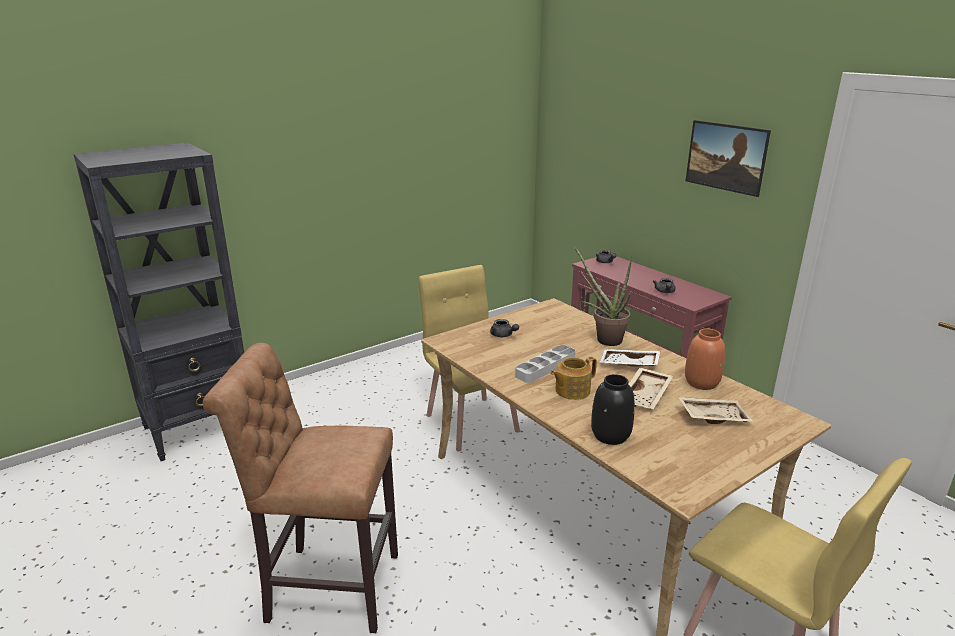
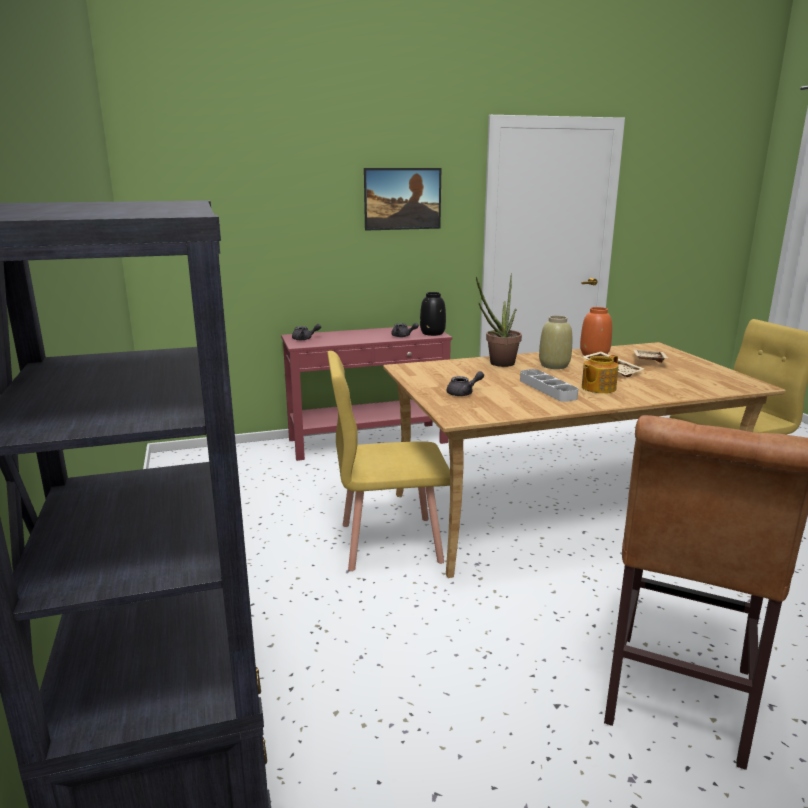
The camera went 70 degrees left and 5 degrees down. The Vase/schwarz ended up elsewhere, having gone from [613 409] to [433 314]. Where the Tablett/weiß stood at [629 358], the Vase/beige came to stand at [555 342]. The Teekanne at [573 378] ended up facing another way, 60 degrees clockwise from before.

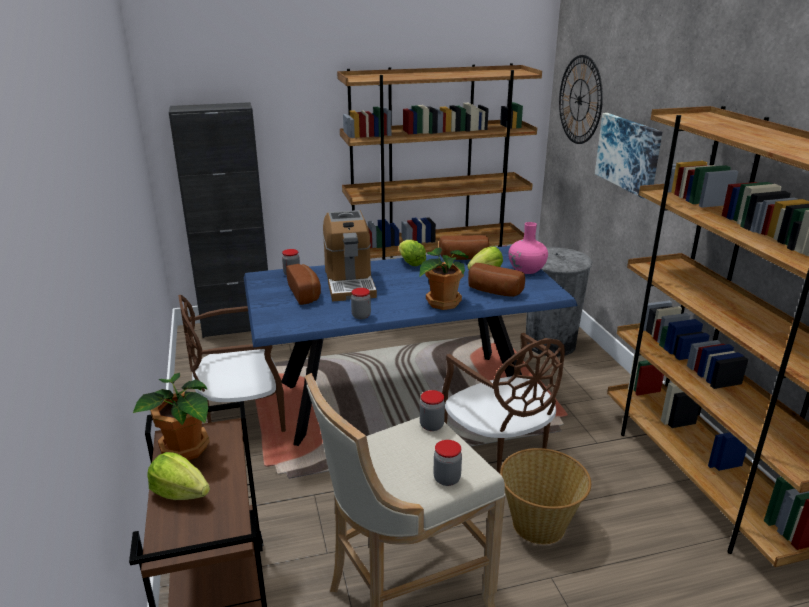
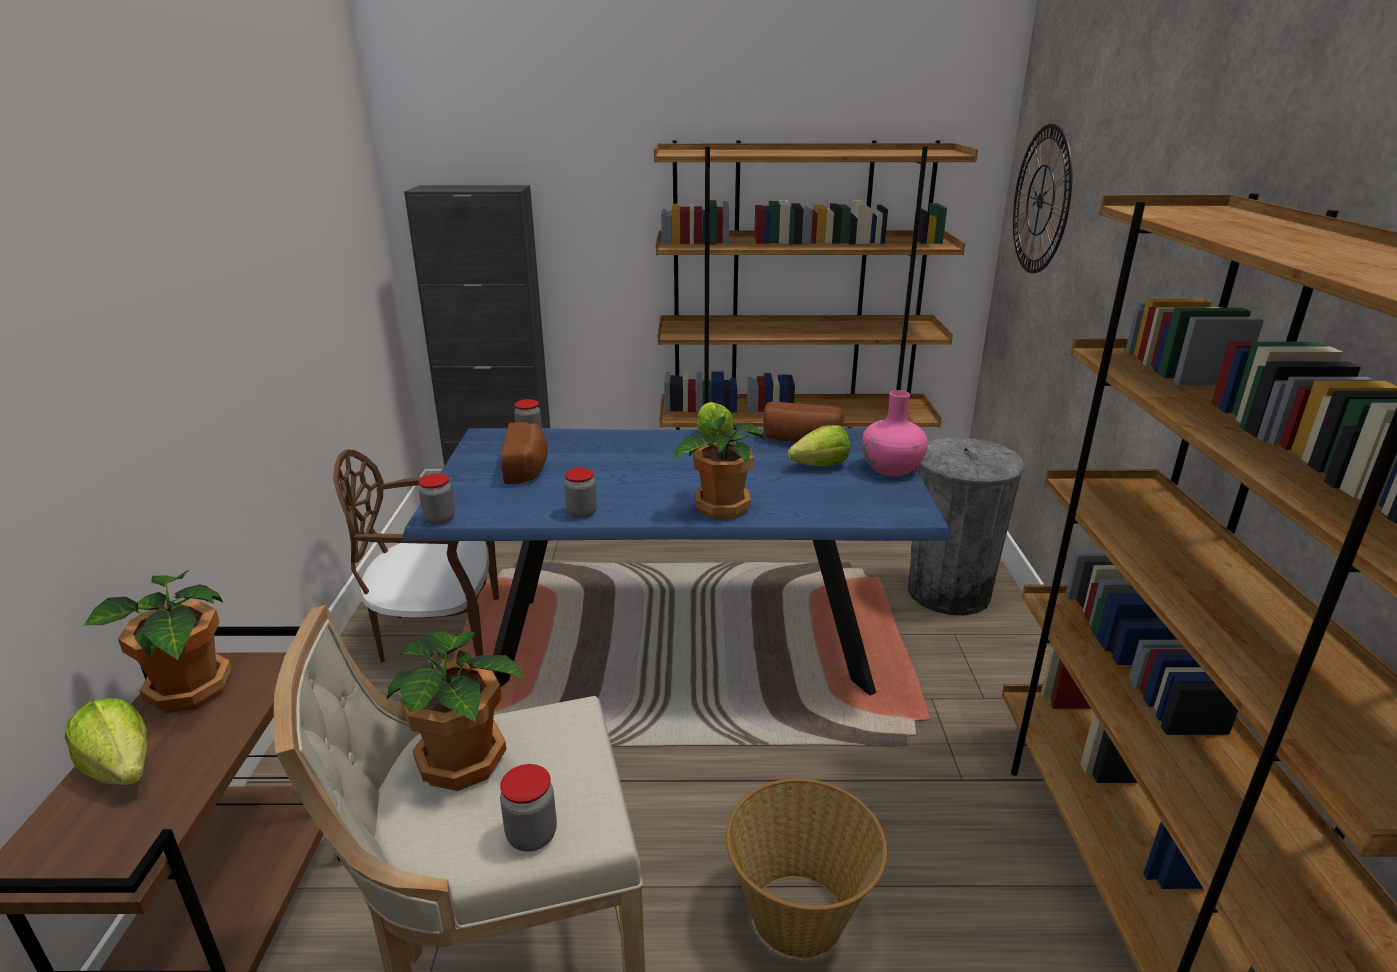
The camera went 15 degrees right and 0 degrees up. The second view lost the Kaffeemaschine at [350 255]. The second view lost the Stuhl/braun at [503 403]. The second view lost the Brot at [496 280]. The second view lost the Bild at [628 156]. The second view gained the Topfpflanze at [454 711]. The Vorratsglas ended up elsewhere, having gone from [432 410] to [437 499].

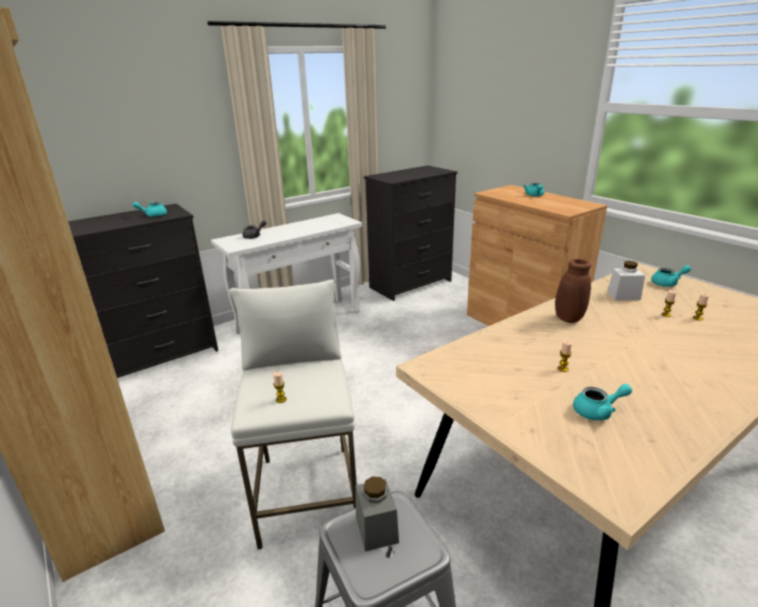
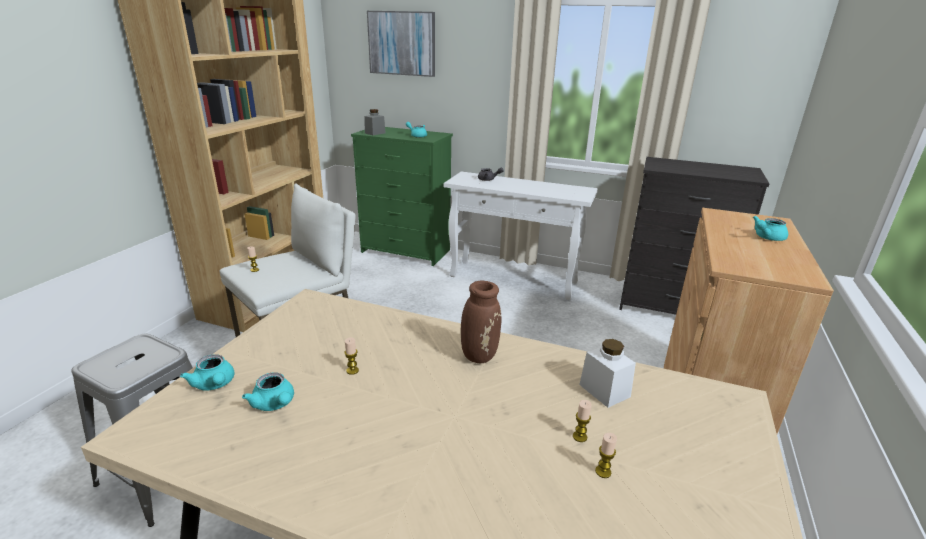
The camera went 55 degrees right and 0 degrees up. The second view gained the Bild at [401 44]. The Vorratsglas/grau ended up elsewhere, having gone from [377 514] to [375 122]. The Teekanne/türkis ended up elsewhere, having gone from [671 276] to [207 372]. What was the Kommode/schwarz at [143 291] turned into the Kommode/grün at [402 196].

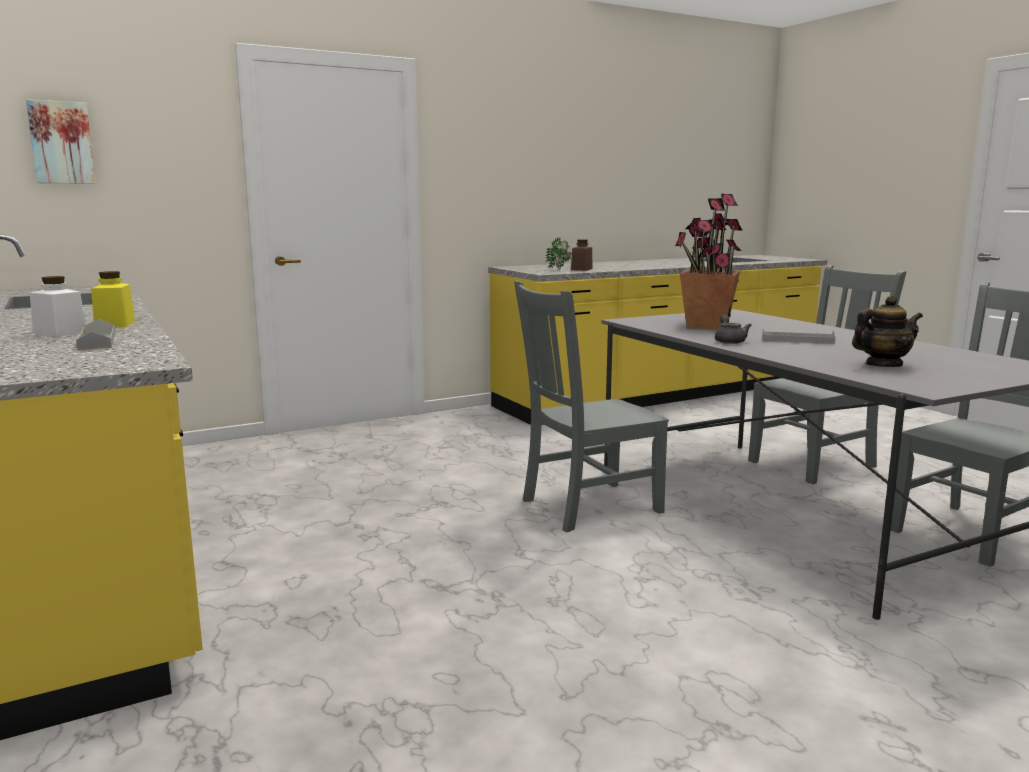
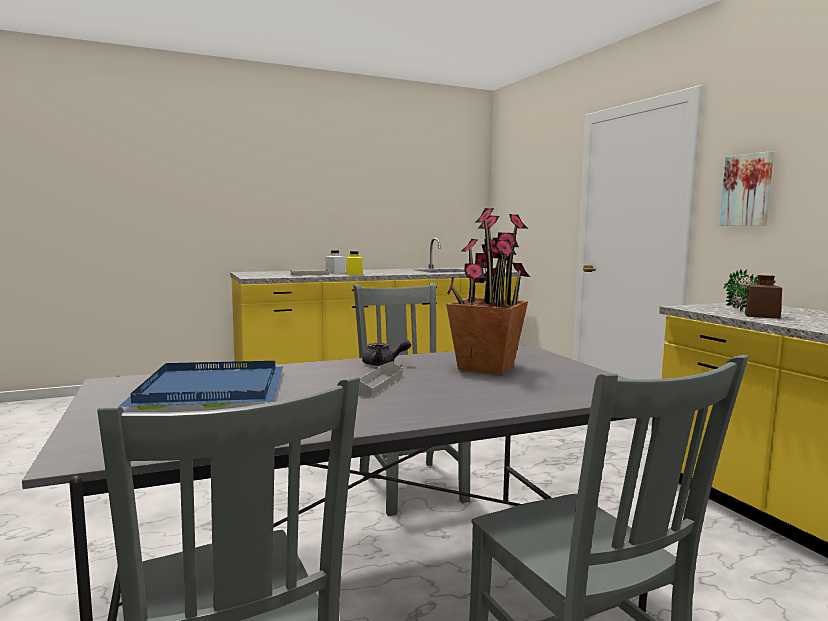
The camera went 95 degrees right and 5 degrees down. The Bild ended up elsewhere, having gone from [61 141] to [747 188]. Where the Teekanne stood at [887 331], the Tablett/blau came to stand at [201 385].

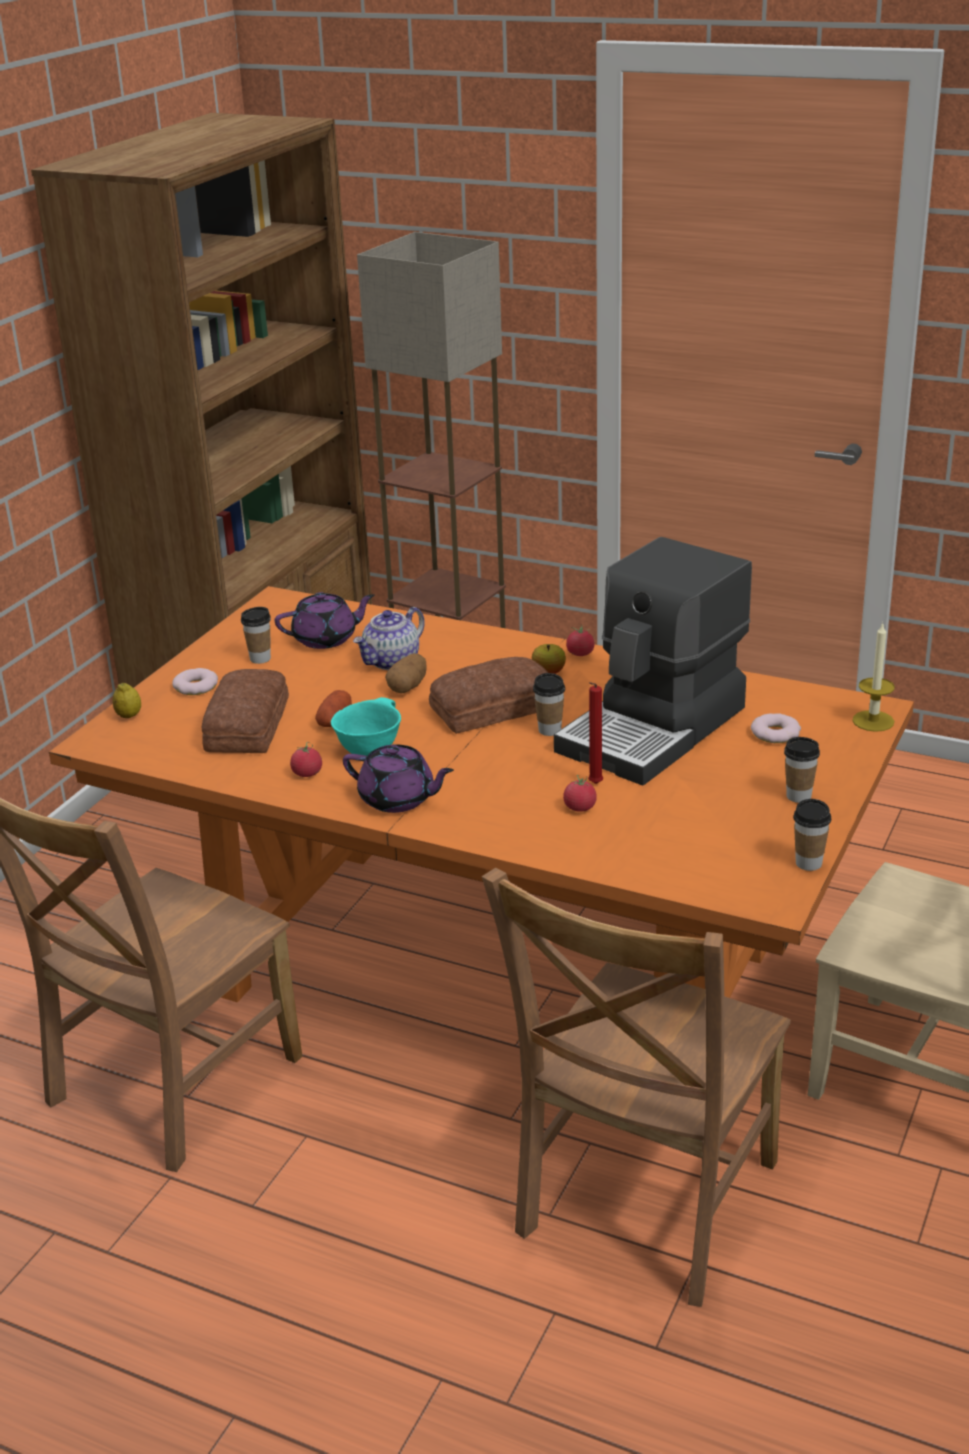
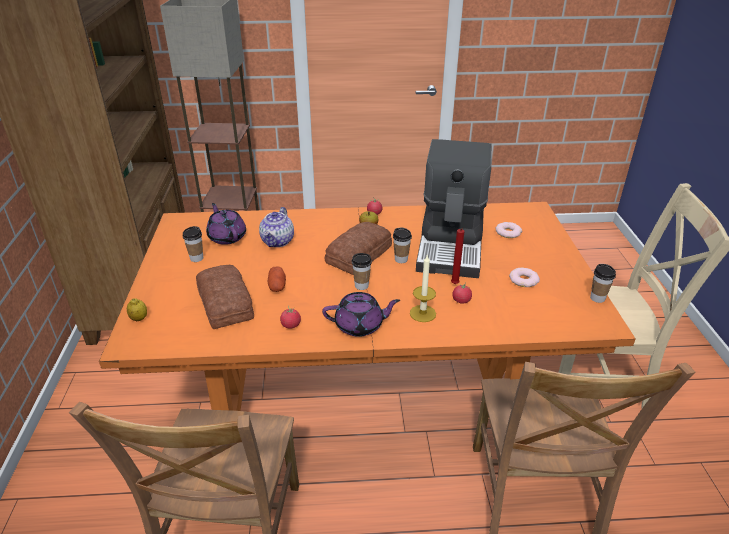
The camera went 30 degrees left and 5 degrees up. The second view lost the Schüssel/türkis at [366 726]. The second view lost the Kartoffel at [406 673]. The Donut ended up elsewhere, having gone from [195 681] to [524 277]. The Tasse ended up elsewhere, having gone from [802 770] to [362 271]. The Kerze ended up elsewhere, having gone from [873 677] to [423 288]. The Teekanne/lila at [325 620] ended up facing another way, 75 degrees counterclockwise from before.

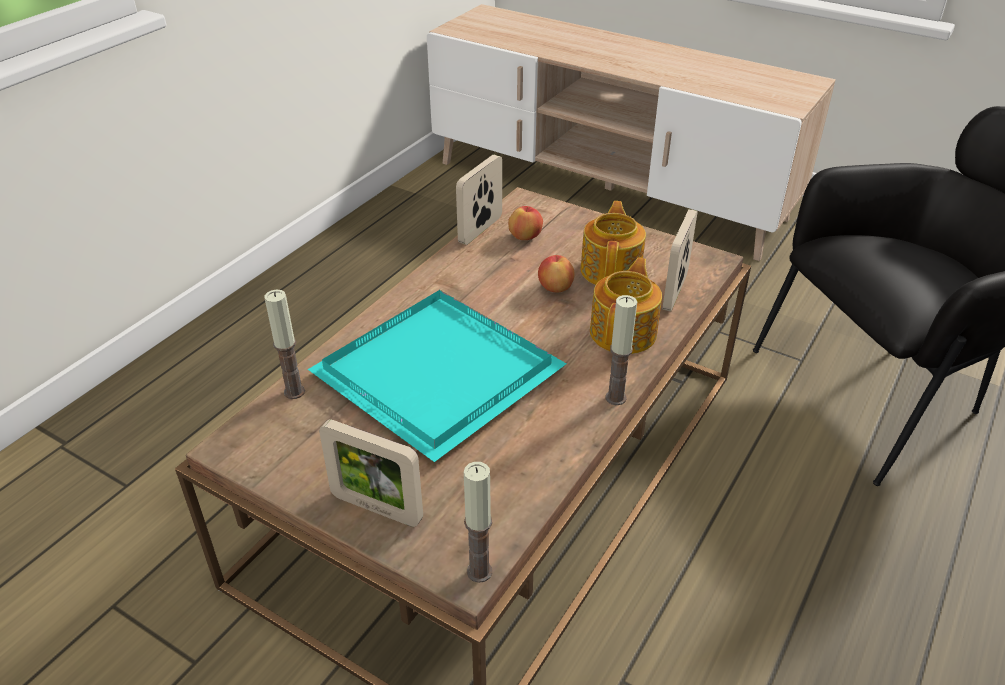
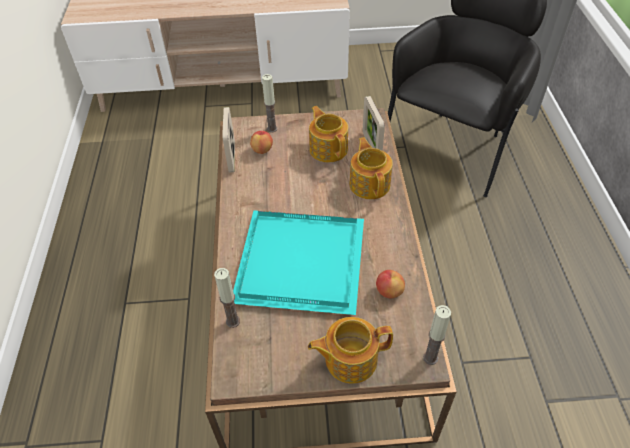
The camera went 35 degrees left and 10 degrees up. The Apfel ended up elsewhere, having gone from [556 274] to [390 284]. The Kerze ended up elsewhere, having gone from [621 350] to [270 103]. Where the Bilderrahmen stood at [371 473], the Teekanne came to stand at [350 350].

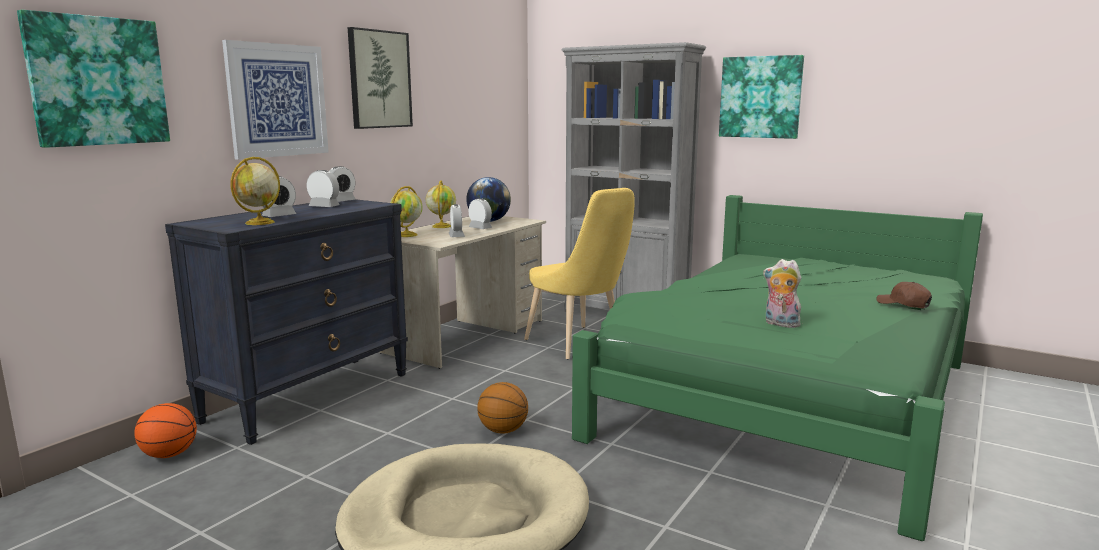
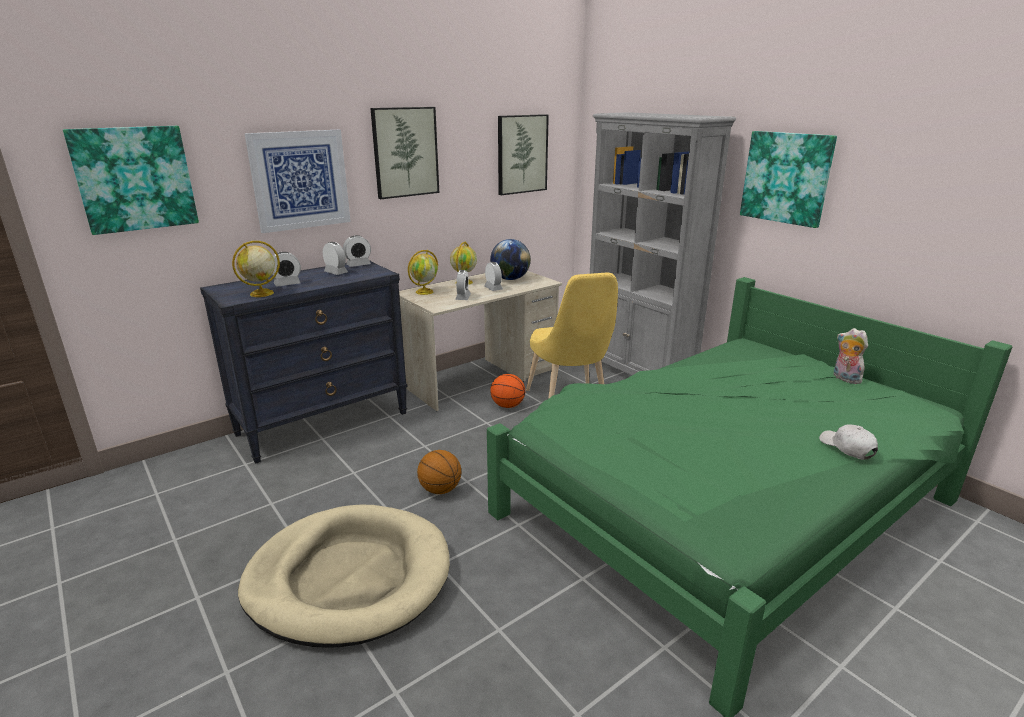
The camera went 20 degrees right and 10 degrees up. The second view gained the Bild at [523 154]. The Basketball ended up elsewhere, having gone from [165 430] to [508 391]. The Plüschtier ended up elsewhere, having gone from [782 293] to [851 356]. What was the Kappe/braun at [904 295] turned into the Kappe/weiß at [848 442].

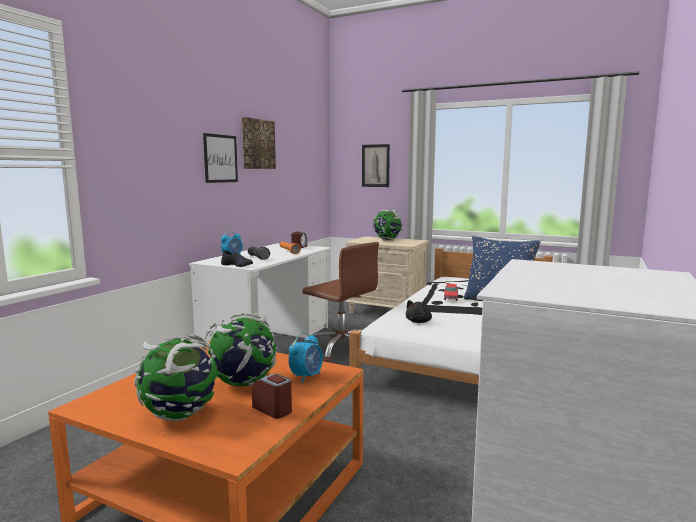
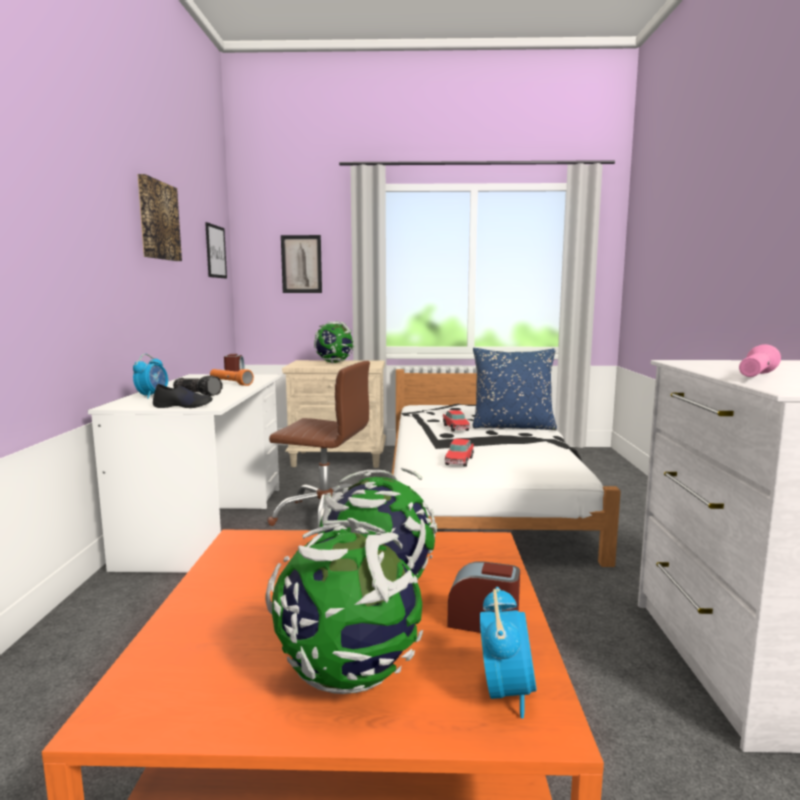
The camera went 25 degrees left and 0 degrees up. The second view gained the Taschenlampe/rosa at [760 360]. The Bild ended up elsewhere, having gone from [220 158] to [216 250]. The Wecker ended up elsewhere, having gone from [306 357] to [508 652]. Where the Plüschtier/schwarz stood at [418 311], the Spielzeugauto came to stand at [459 453].

